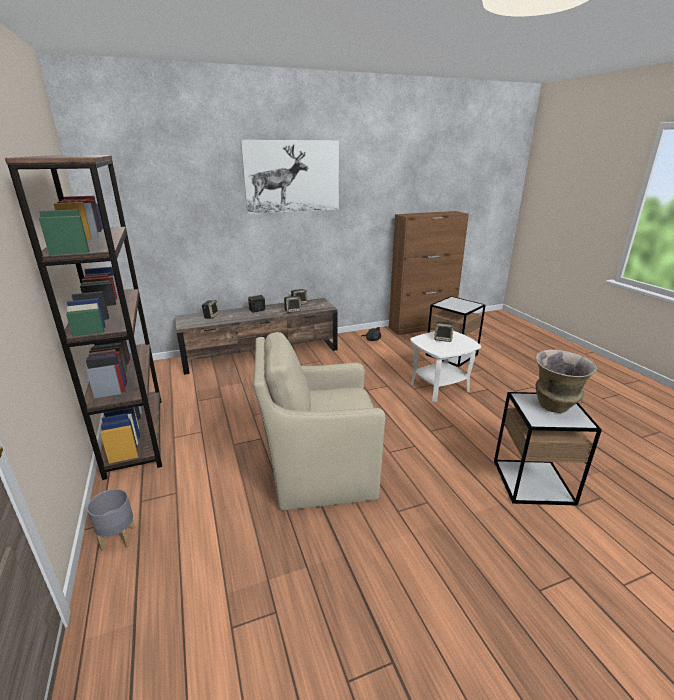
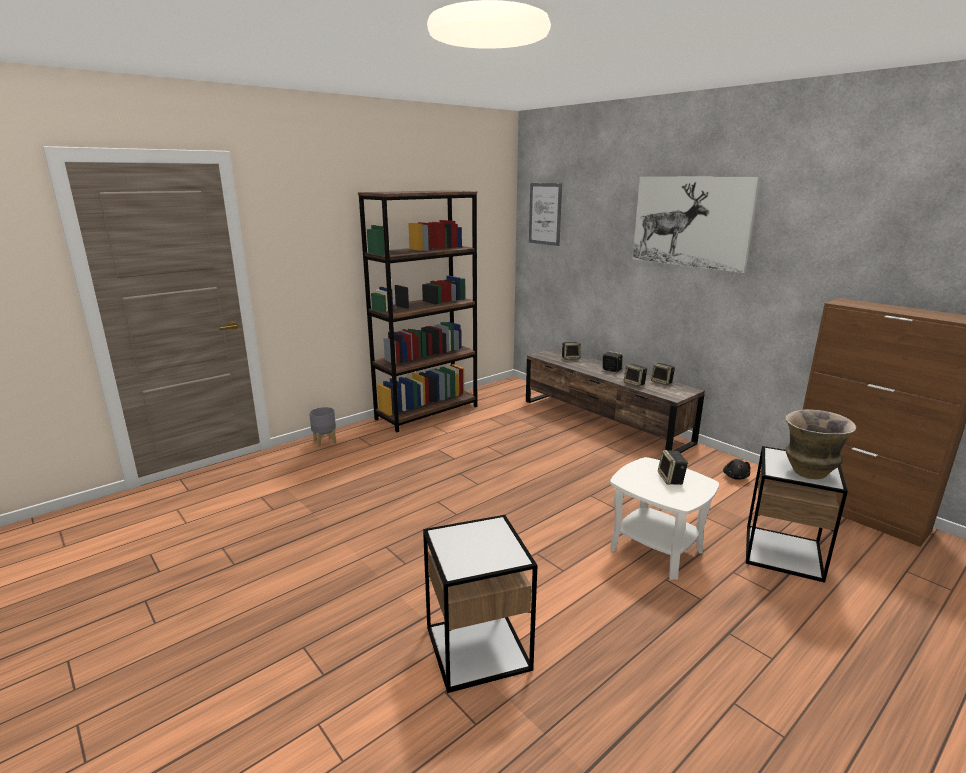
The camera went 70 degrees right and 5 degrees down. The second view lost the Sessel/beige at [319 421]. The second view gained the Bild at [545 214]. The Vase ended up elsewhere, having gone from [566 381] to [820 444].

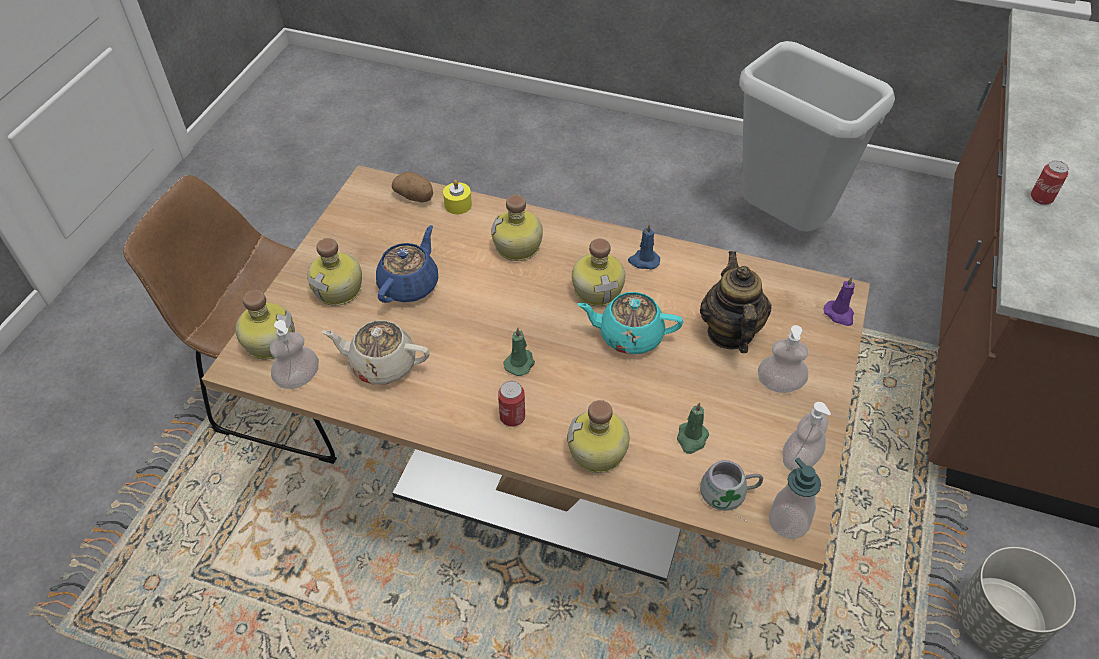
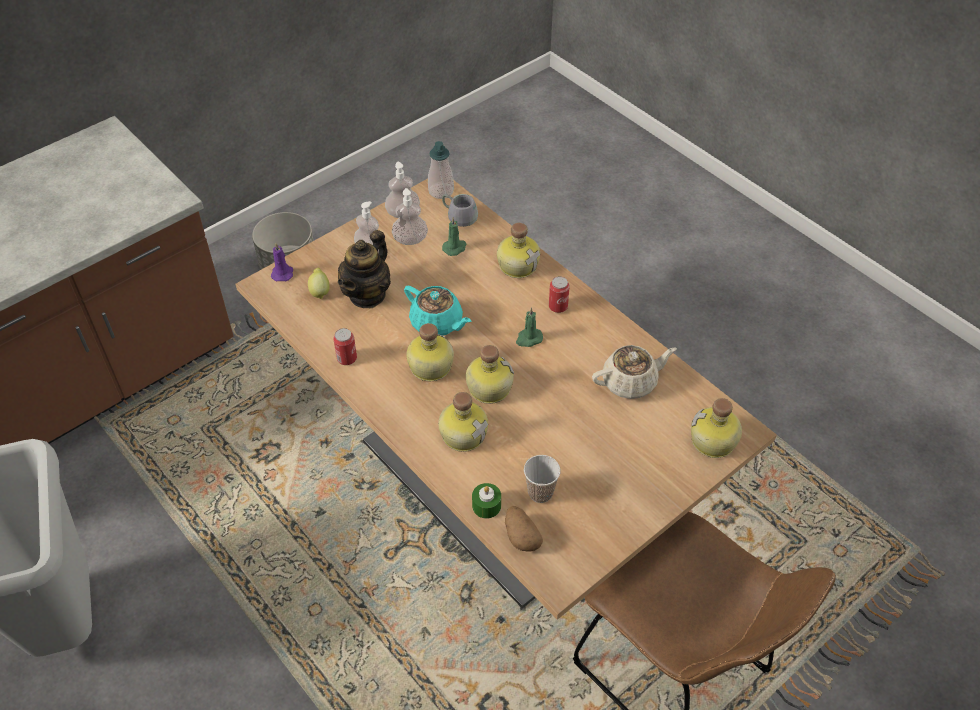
The camera went 150 degrees left and 0 degrees up. The second view lost the Teekanne/blau at [407 264]. The second view lost the Kerze/blau at [644 246]. The second view gained the Zitrone at [319 283]. The second view gained the Tasse at [542 479]. The Seifenspender ended up elsewhere, having gone from [294 354] to [410 216]. The Flasche ended up elsewhere, having gone from [334 272] to [490 374]. The Dose ended up elsewhere, having gone from [1049 183] to [345 346]. What was the Kerze/gelb at [457 197] turned into the Kerze/grün at [486 501]. The Teekanne/beige at [376 352] ended up facing another way, 60 degrees counterclockwise from before.

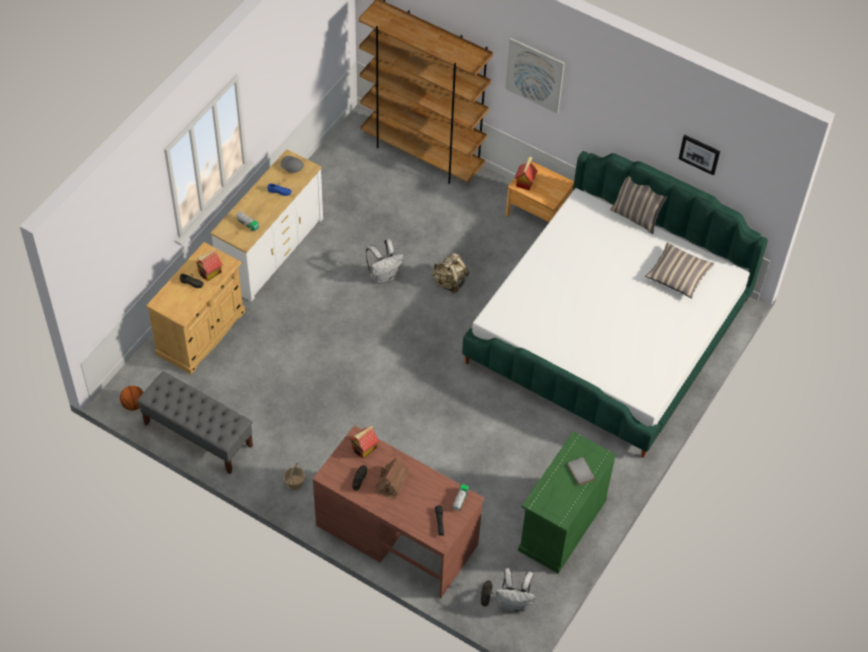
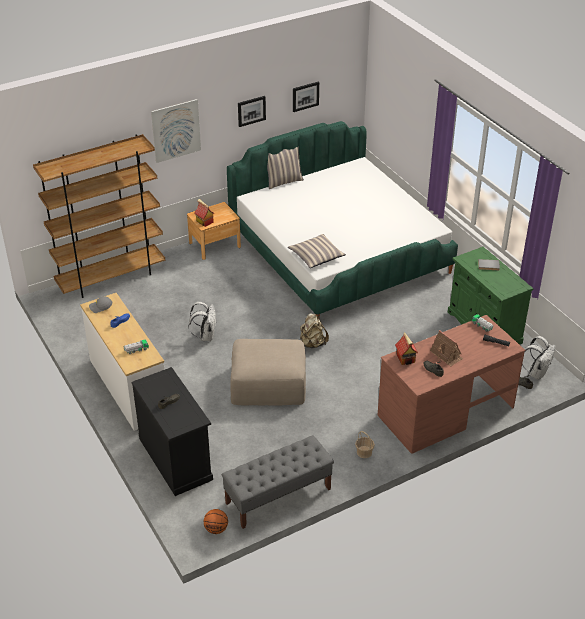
The camera went 60 degrees left and 15 degrees down. The second view lost the Spielzeughaus at [208 265]. The second view gained the Polsterhocker/beige at [268 372]. The second view gained the Bild at [252 111]. The Rucksack/beige ended up elsewhere, having gone from [450 273] to [314 330]. The Kissen ended up elsewhere, having gone from [679 270] to [317 251]. What was the Schrank/beige at [195 308] turned into the Schrank/schwarz at [172 431].

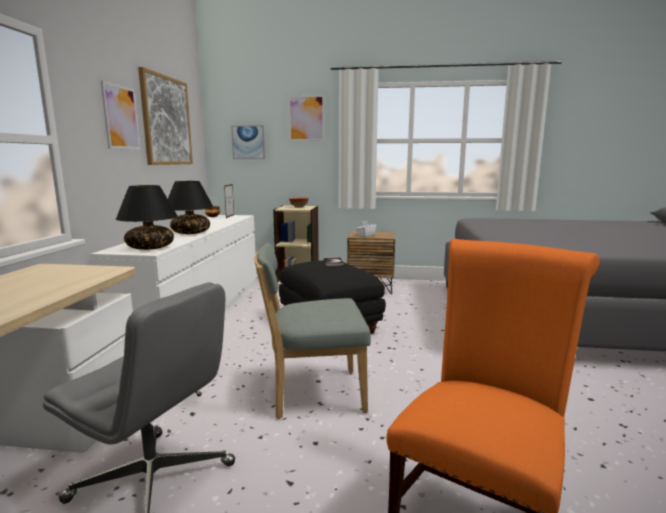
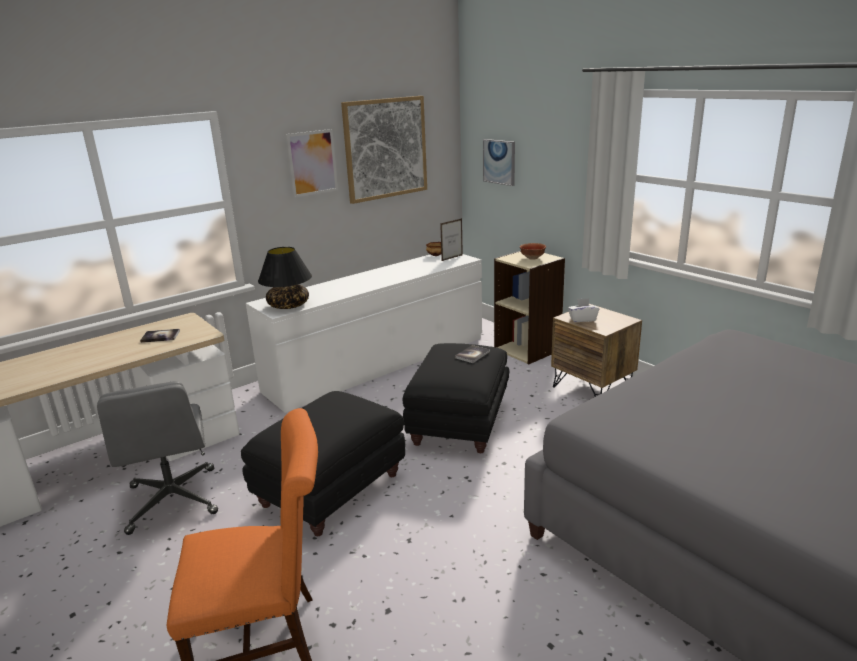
The camera went 45 degrees right and 10 degrees up. The second view lost the Tischlampe/schwarz at [191 207]. The second view lost the Bild at [306 118]. The second view gained the Buch at [160 336]. Where the Stuhl/grau stood at [312 331], the Polsterhocker/schwarz came to stand at [323 463].

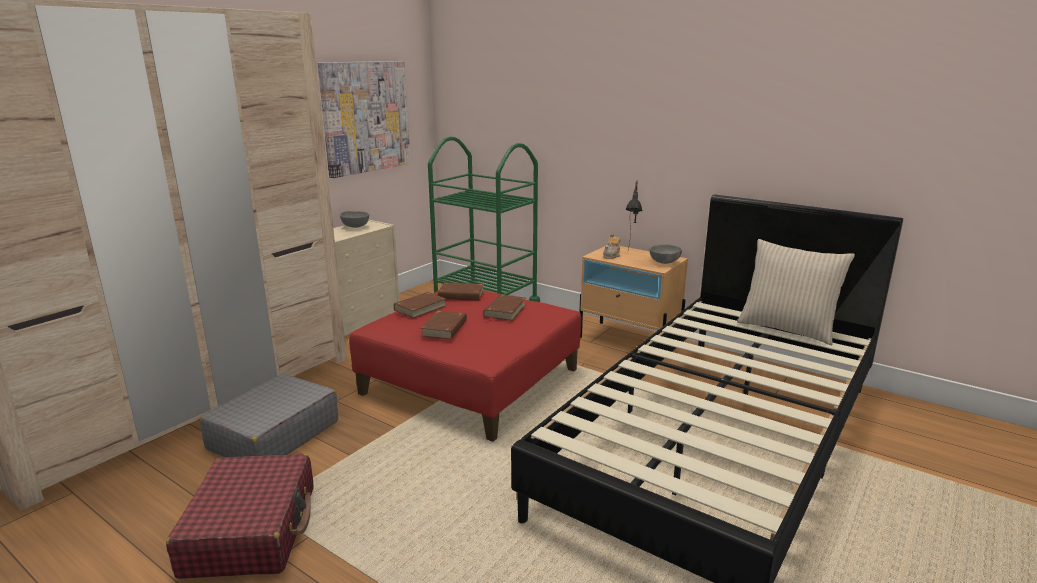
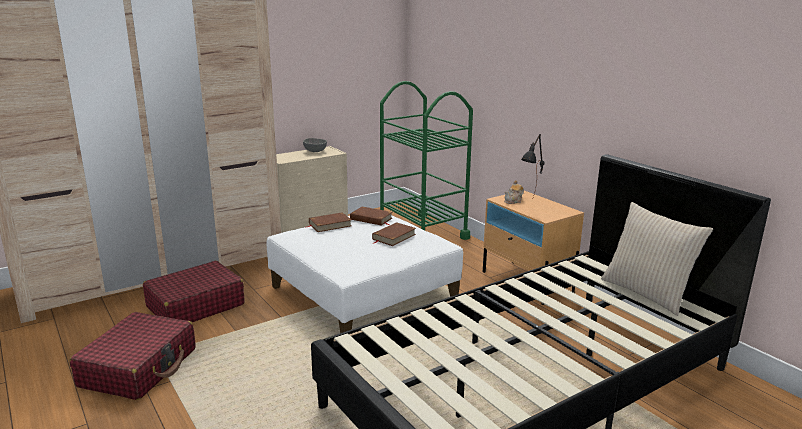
The camera went 20 degrees right and 0 degrees up. The second view lost the Bild at [364 119]. The second view lost the Buch/braun at [443 324]. The second view lost the Schüssel/grau at [666 254]. What was the Koffer/grau at [269 415] turned into the Koffer/rot at [193 291]. What was the Polsterhocker/rot at [465 366] turned into the Polsterhocker/weiß at [365 274].

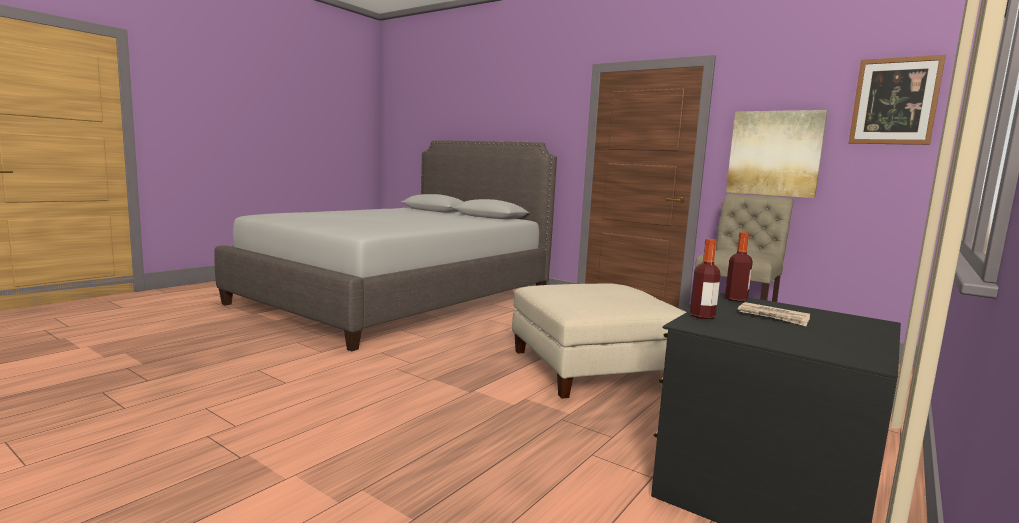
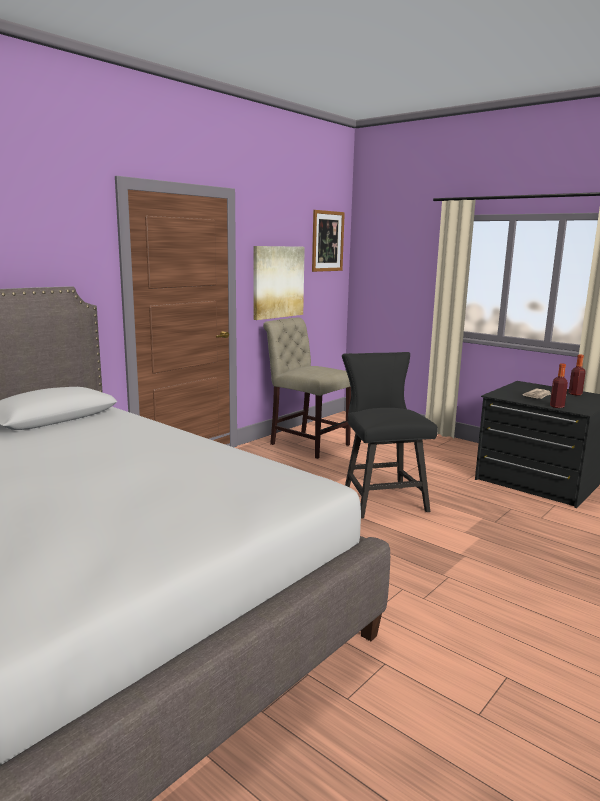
The camera went 85 degrees left and 5 degrees up. The Flasche ended up elsewhere, having gone from [739 267] to [577 375]. Where the Polsterhocker/beige stood at [599 341], the Stuhl/schwarz came to stand at [390 435].

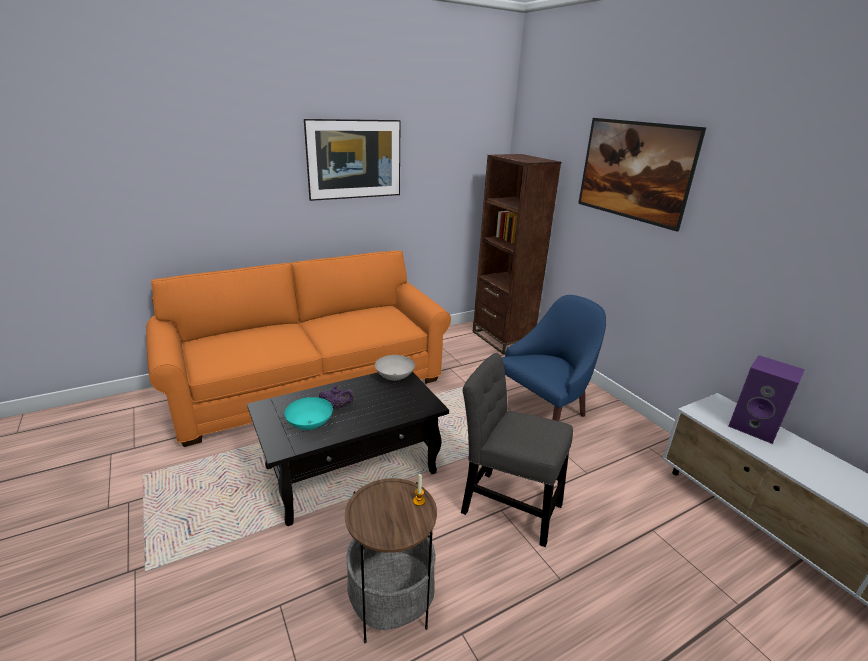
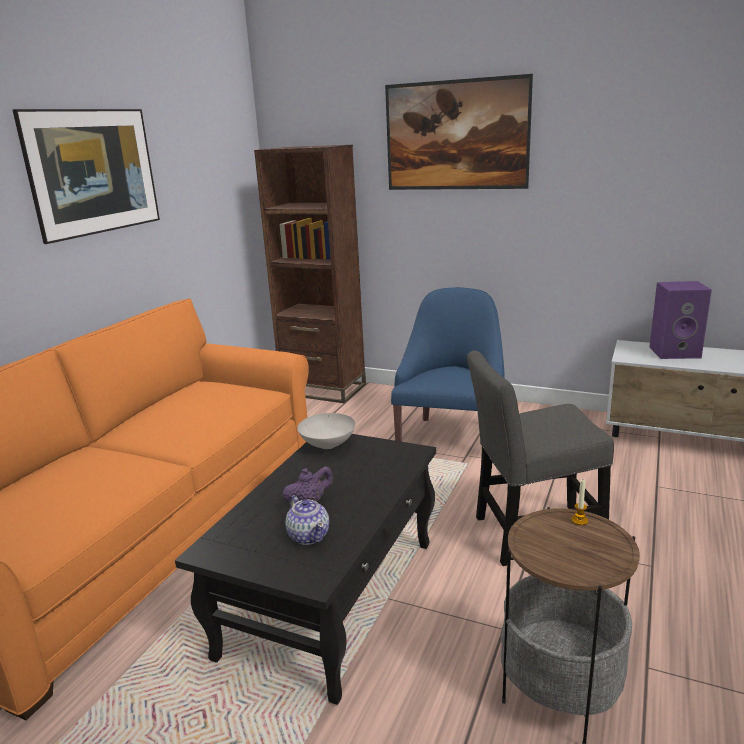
The camera went 35 degrees left and 5 degrees down. Where the Schüssel/türkis stood at [308 413], the Teekanne came to stand at [307 520].

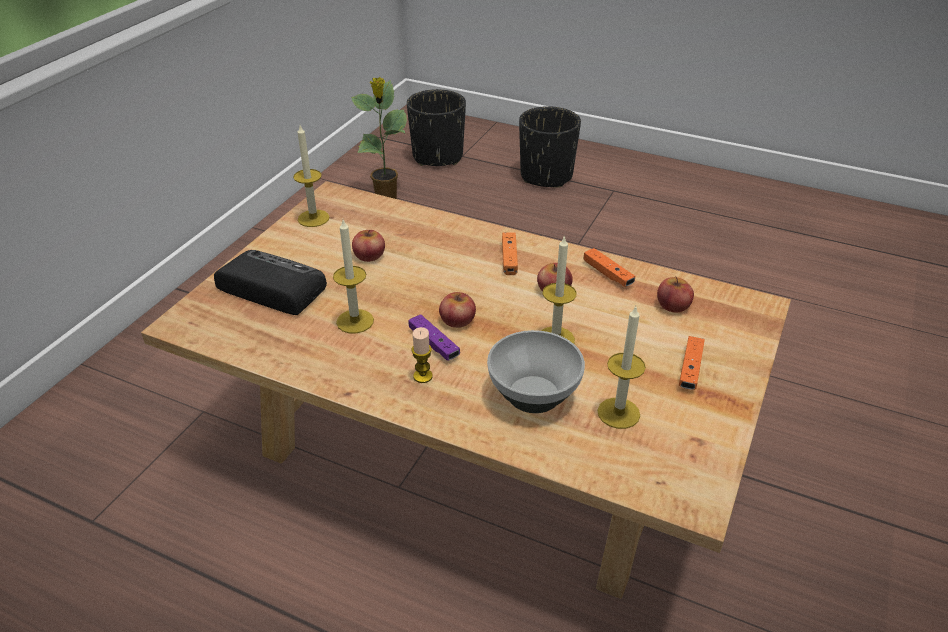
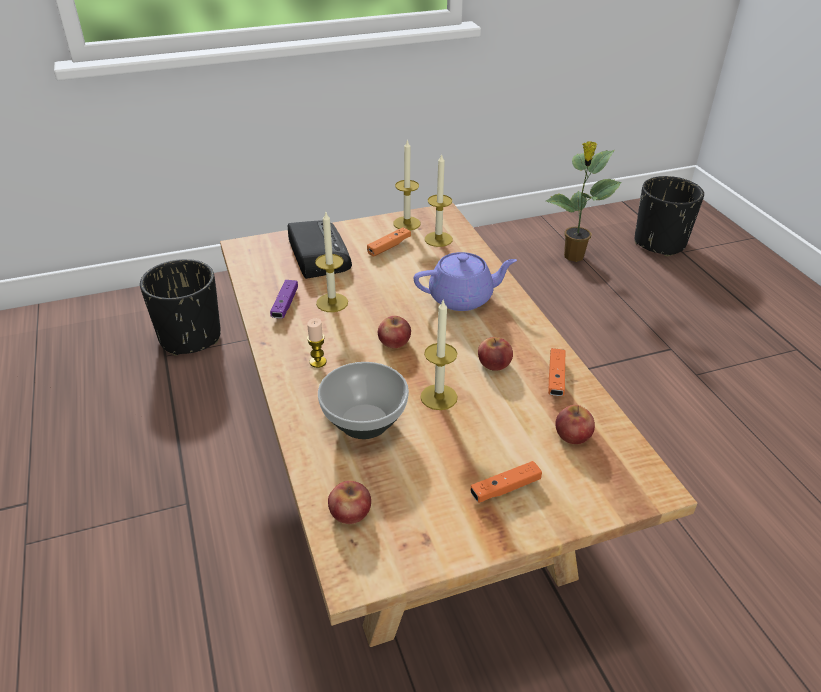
The camera went 45 degrees right and 0 degrees up. The second view gained the Teekanne/lila at [465 281]. The Apfel ended up elsewhere, having gone from [368 246] to [349 502]. The Gamepad/lila ended up elsewhere, having gone from [434 337] to [284 299]. The Gamepad/orange ended up elsewhere, having gone from [510 254] to [389 241]. The Pflanzkübel/schwarz ended up elsewhere, having gone from [550 147] to [180 307]. The Kerze ended up elsewhere, having gone from [621 368] to [439 200].

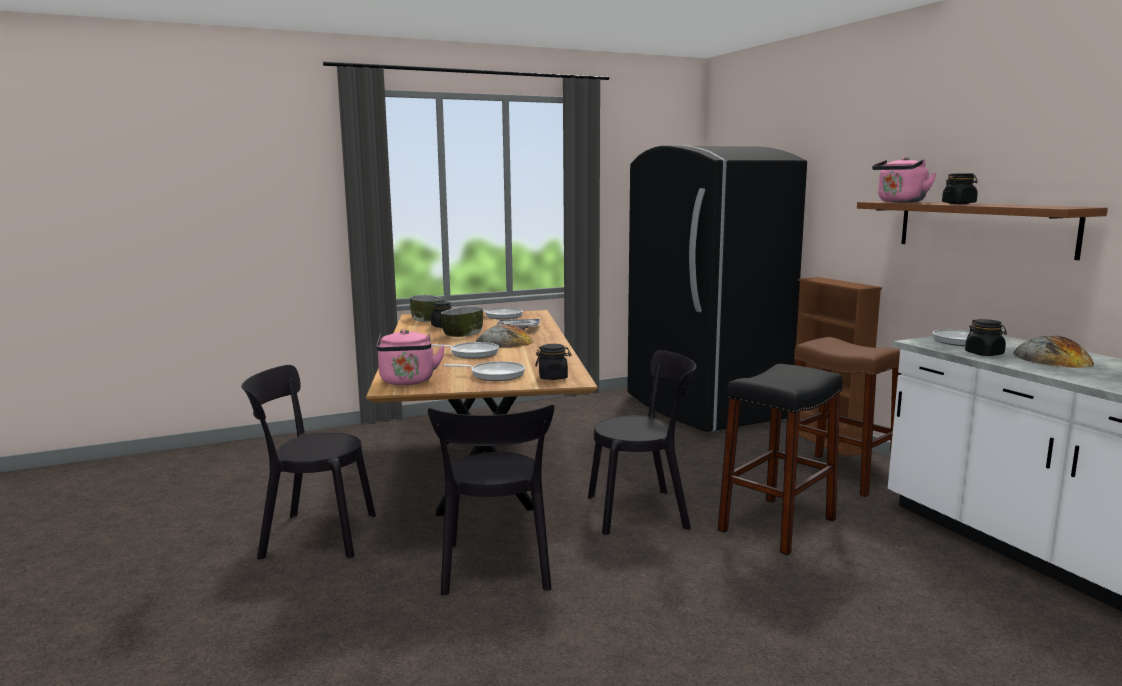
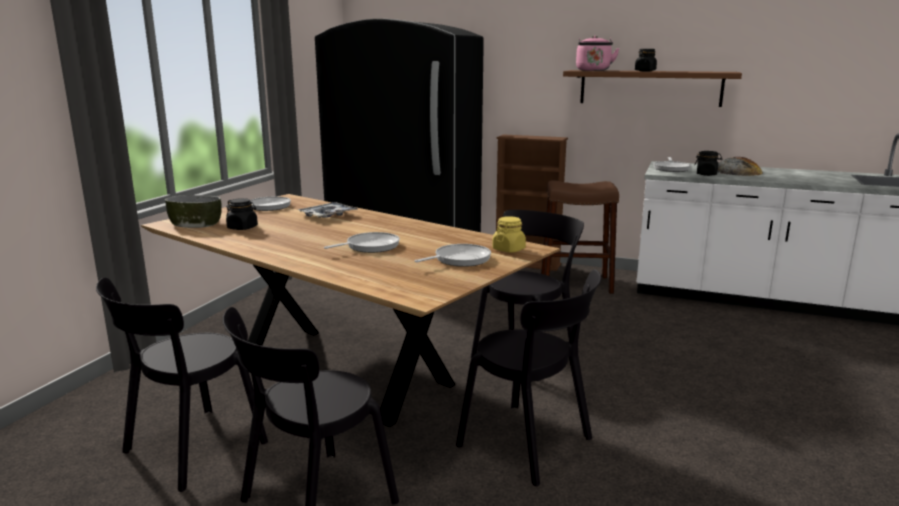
The camera went 45 degrees left and 5 degrees up. The second view lost the Wasserkessel/rosa at [410 357]. The second view lost the Schüssel at [462 321]. The second view lost the Brot at [504 336]. The second view lost the Hocker/schwarz at [780 459]. The second view gained the Stuhl/schwarz at [182 384]. What was the Vorratsglas/schwarz at [553 362] turned into the Vorratsglas/gelb at [509 234].

